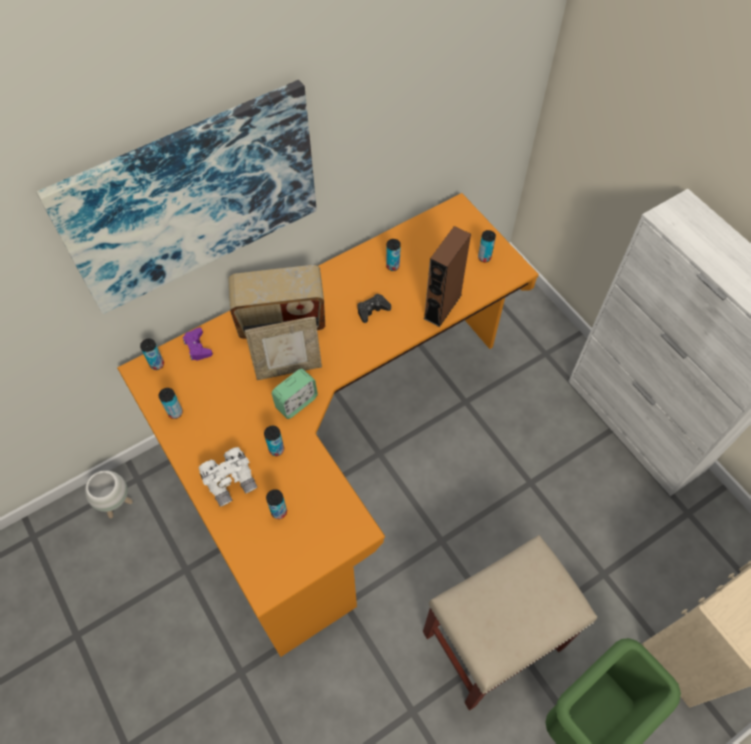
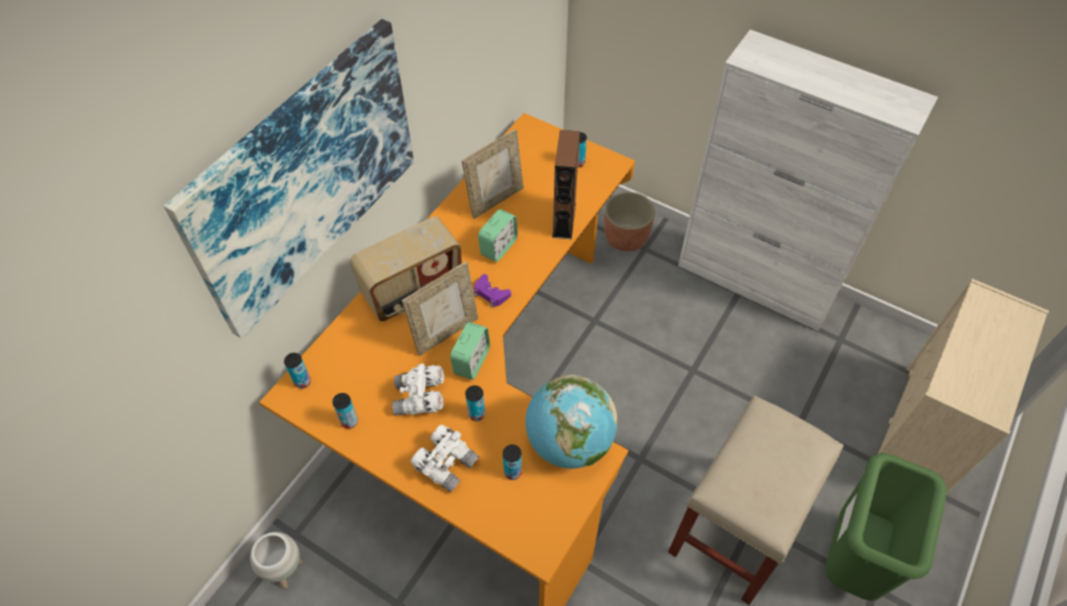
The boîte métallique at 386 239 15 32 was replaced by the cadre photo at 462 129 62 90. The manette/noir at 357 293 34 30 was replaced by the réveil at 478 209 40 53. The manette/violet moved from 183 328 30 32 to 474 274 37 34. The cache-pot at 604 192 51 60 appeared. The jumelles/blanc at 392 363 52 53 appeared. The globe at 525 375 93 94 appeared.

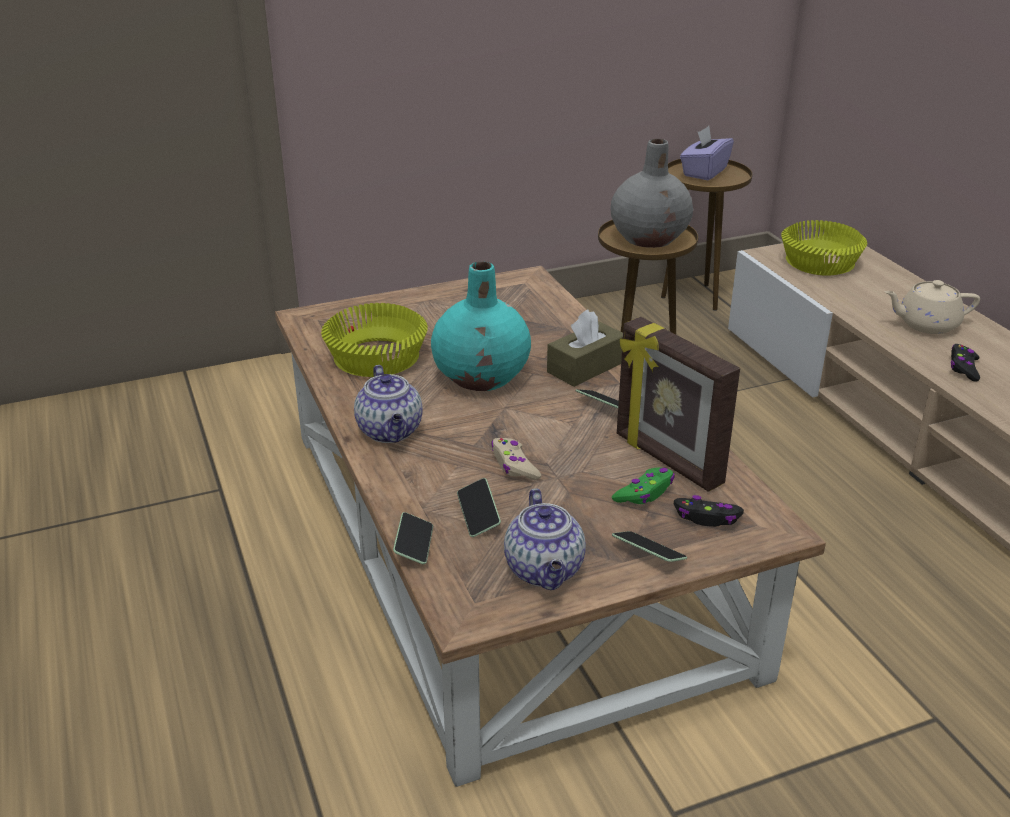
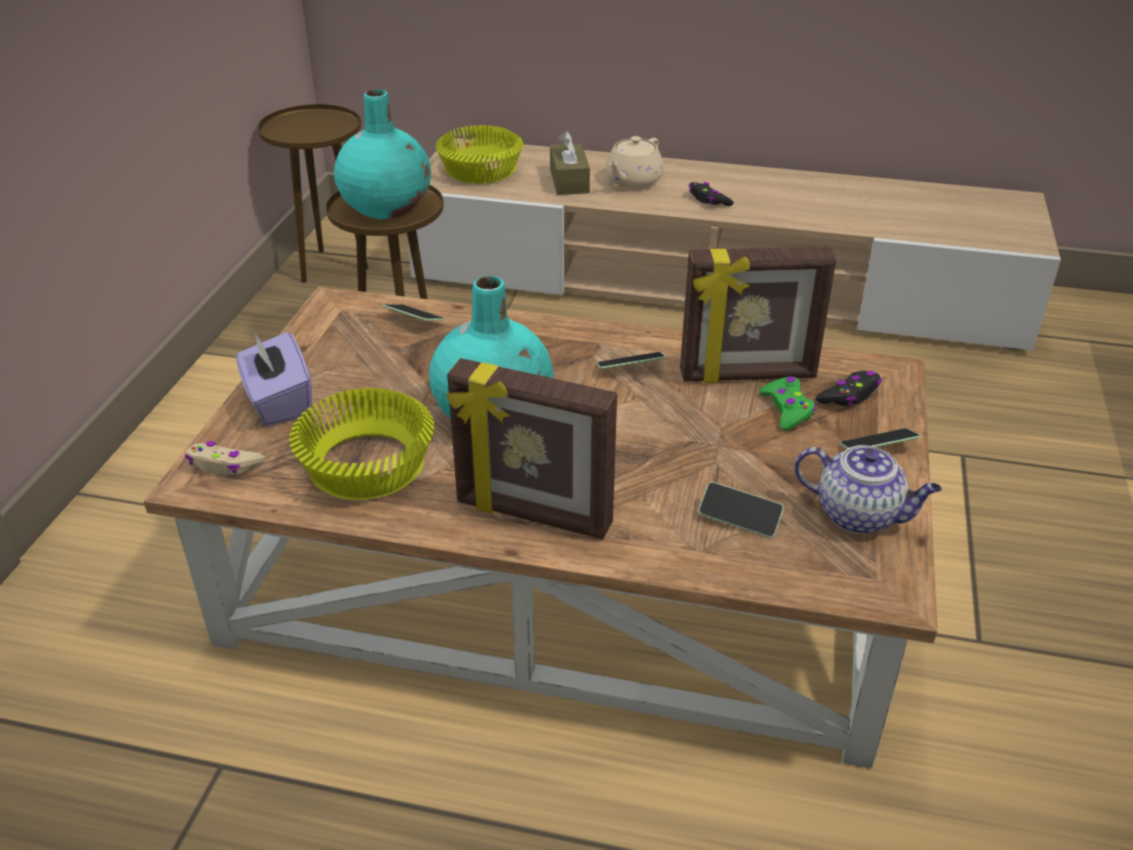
The boîte à mouchoirs/violet moved from 680 126 54 54 to 236 332 76 94. The vase/gris at 611 139 82 109 became the vase/turquoise at 334 89 97 130. The boîte à mouchoirs/marron moved from 547 309 76 78 to 550 131 40 64. The théière at 354 365 69 78 was replaced by the cadre photo at 447 358 170 182. The manette/beige moved from 491 438 50 42 to 185 441 80 34. The téléphone moved from 393 512 40 52 to 382 304 63 17.

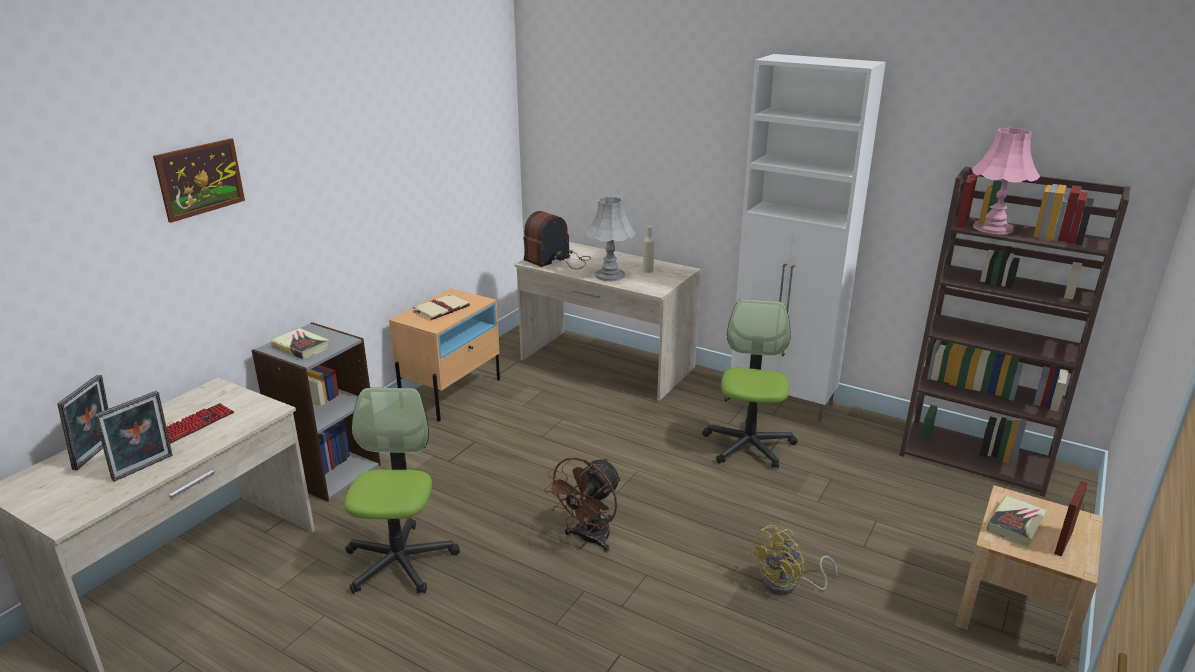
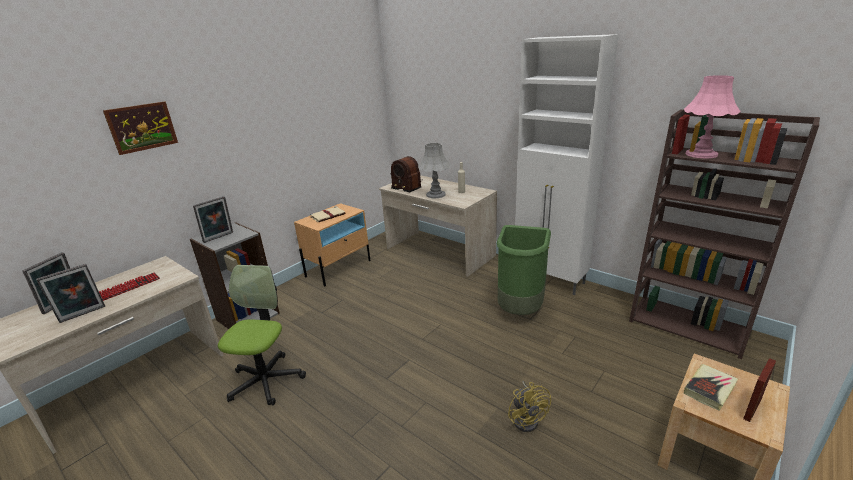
The radio at 523 211 68 58 turned 105 degrees counterclockwise. The chaise de bureau at 702 299 96 169 was replaced by the poubelle/vert at 497 225 54 90. The livre at 271 328 58 32 was replaced by the cadre photo at 193 196 40 47. The ventilateur/marron at 544 457 77 96 disappeared. The ventilateur/jaune at 749 525 89 70 turned 75 degrees counterclockwise.

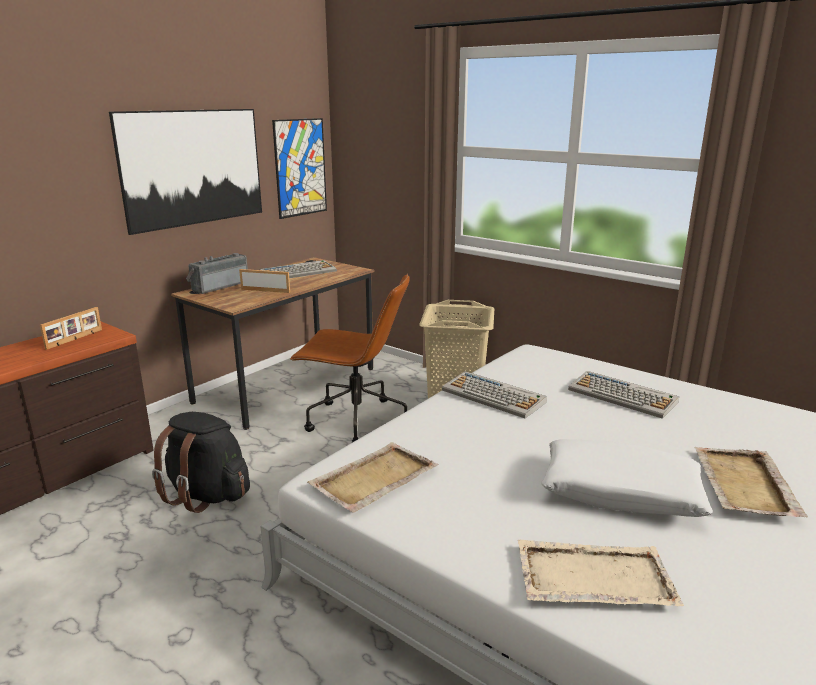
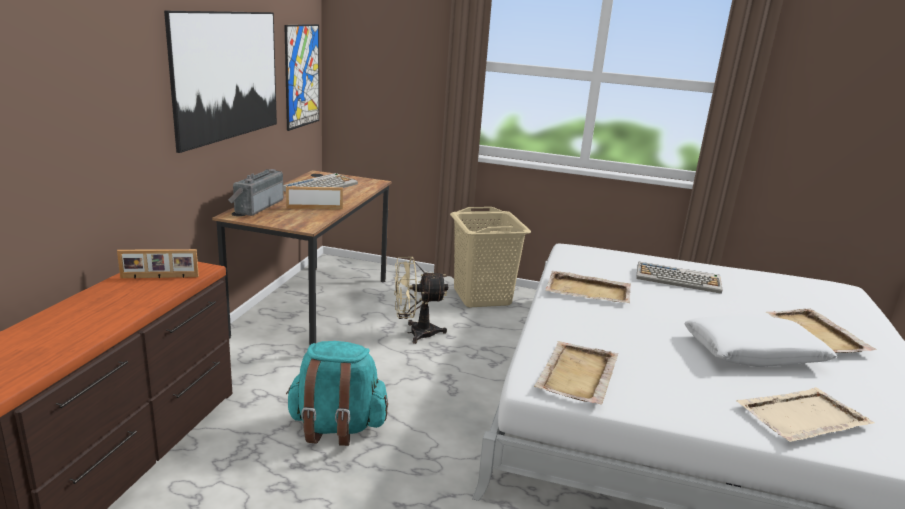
The chaise de bureau/marron at 290 274 120 168 was replaced by the ventilateur/beige at 394 257 54 87. The cadre photo at 40 307 62 43 turned 75 degrees clockwise. The clavier at 442 371 105 47 was replaced by the plateau/beige at 545 271 86 32. The sac à dos/noir at 152 412 98 101 became the sac à dos/turquoise at 286 341 102 105.

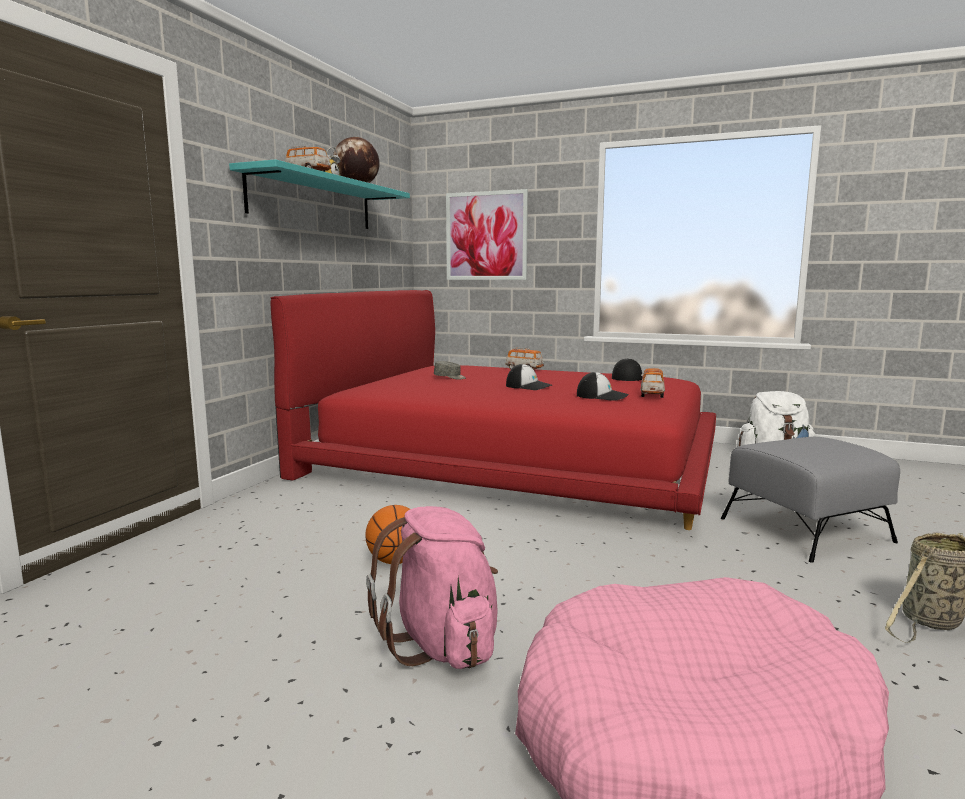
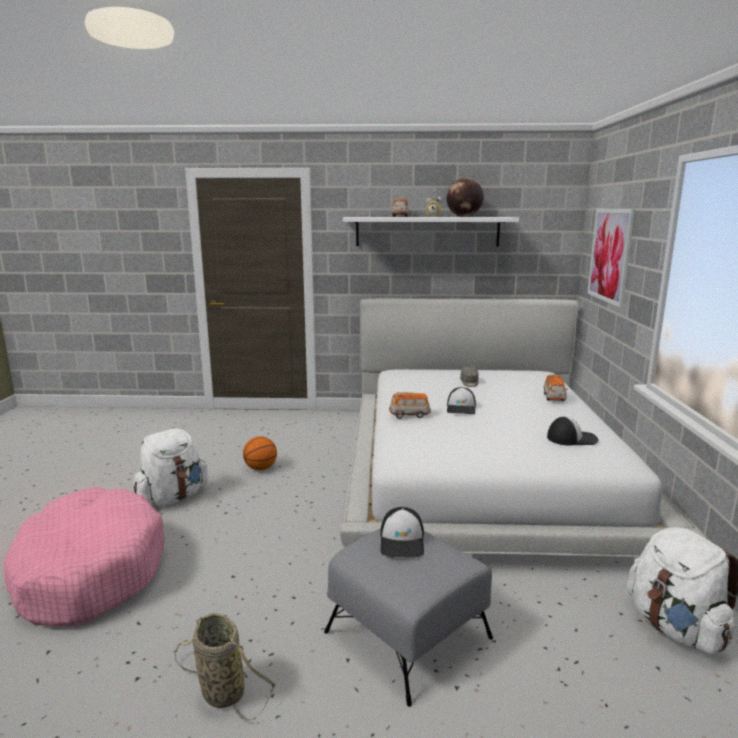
The étagère/turquoise at 229 159 181 70 became the étagère/blanc at 343 217 176 29. The lit/rouge at 271 290 445 240 became the lit/blanc at 340 298 366 259. The petite voiture moved from 640 368 25 30 to 389 392 42 27. The casquette moved from 577 372 52 29 to 380 507 44 51. The sac à dos/rose at 366 506 132 163 became the sac à dos/blanc at 133 429 76 76.

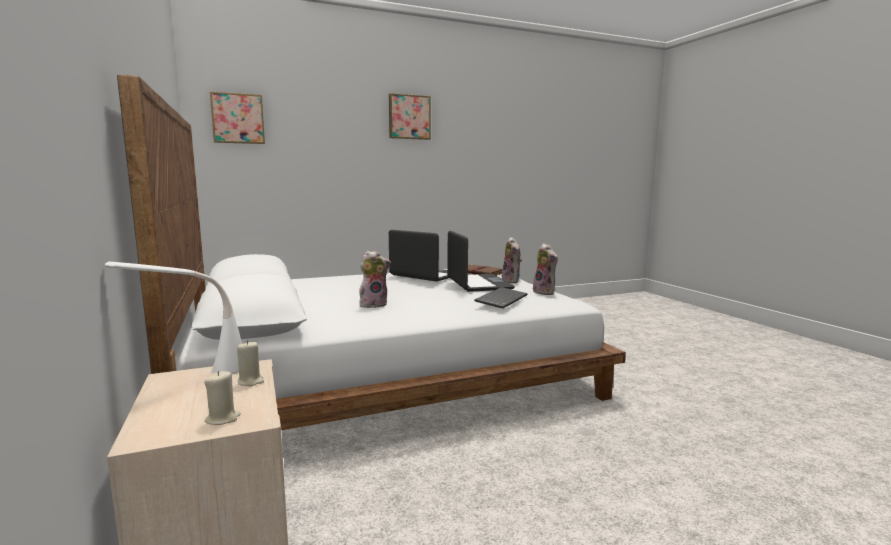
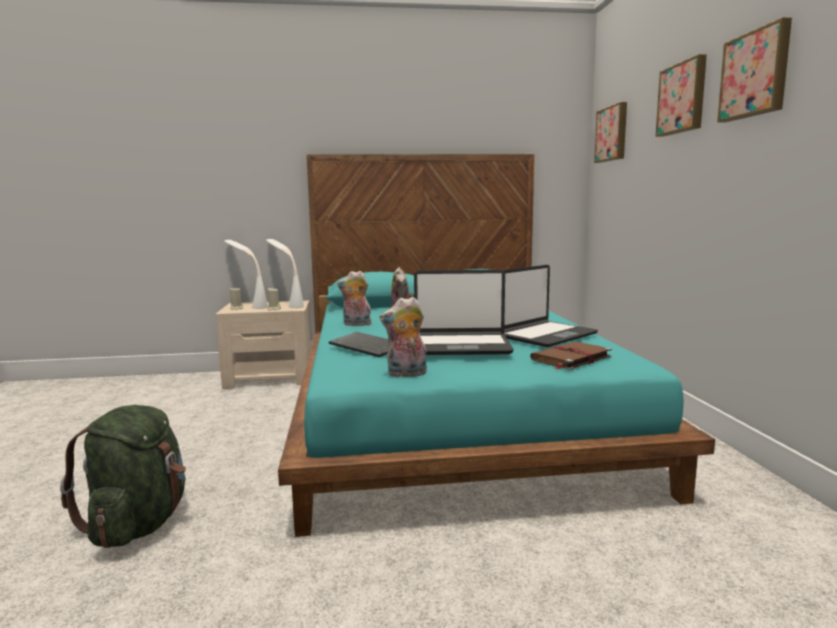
The lit/blanc at 117 75 509 355 became the lit/turquoise at 278 154 437 383. The peluche moved from 502 237 20 46 to 337 271 35 55. The tableau at 655 54 52 83 appeared. The lampe de table/blanc at 224 240 44 69 appeared. The sac à dos/vert at 60 405 126 143 appeared.

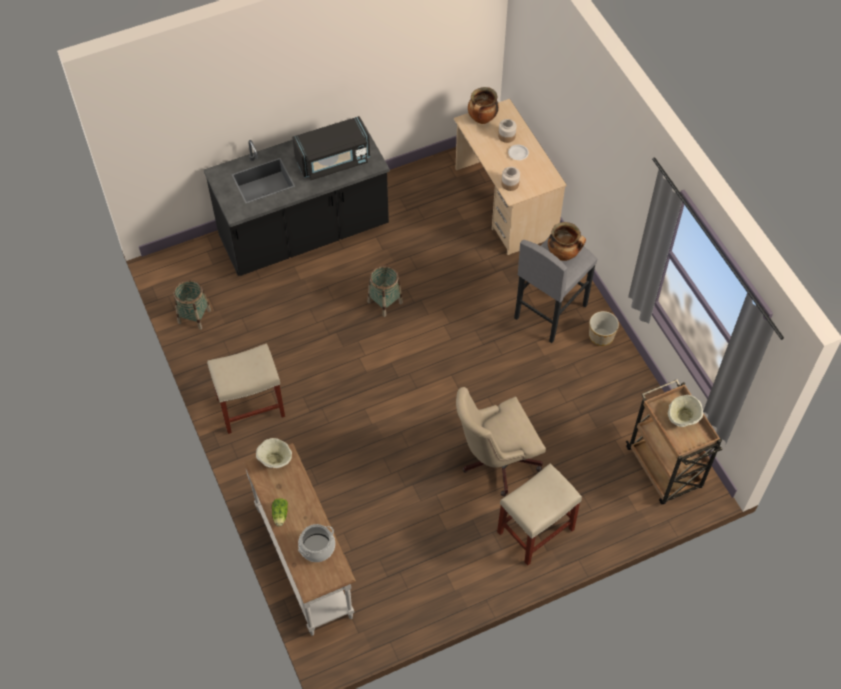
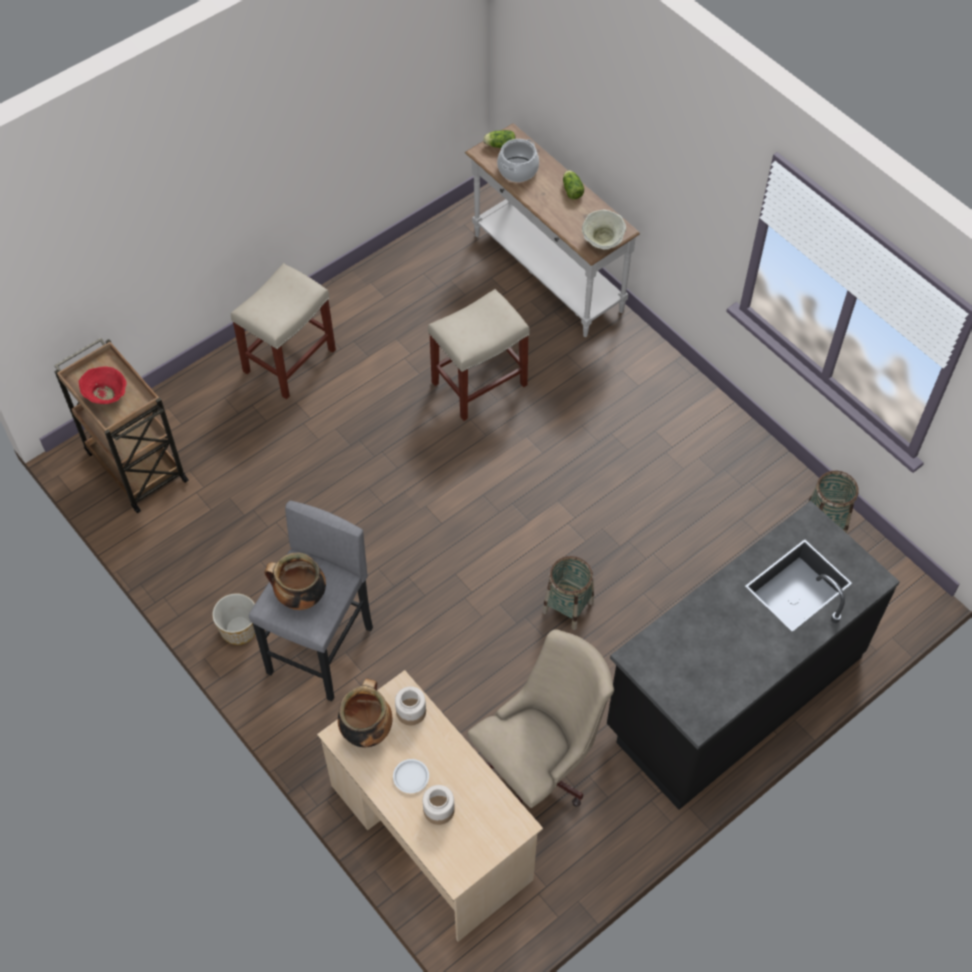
The marmite moved from 468 87 31 37 to 338 679 55 68. The micro-ondes/noir at 292 116 78 64 disappeared. The tabouret/beige moved from 207 344 78 90 to 428 289 102 132. The chaise de bureau/beige moved from 456 387 90 109 to 467 629 147 179. The bol/beige at 668 395 35 32 became the bol/rouge at 79 366 47 38. The laitue at 483 130 33 18 appeared.

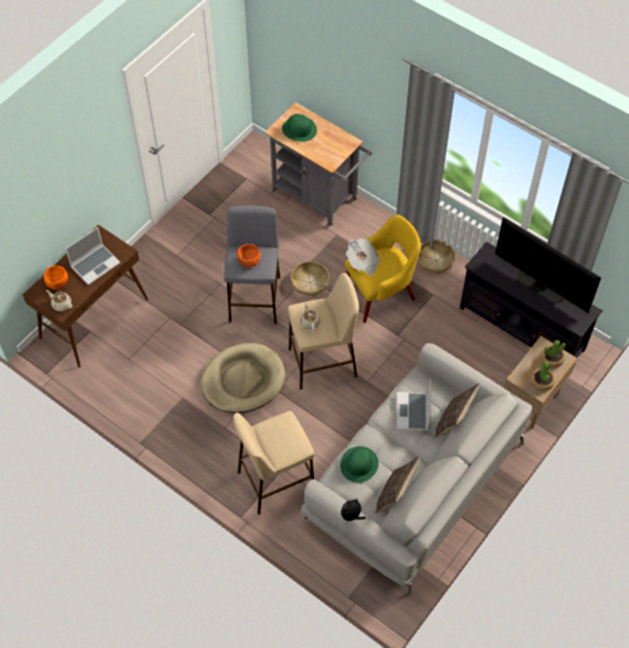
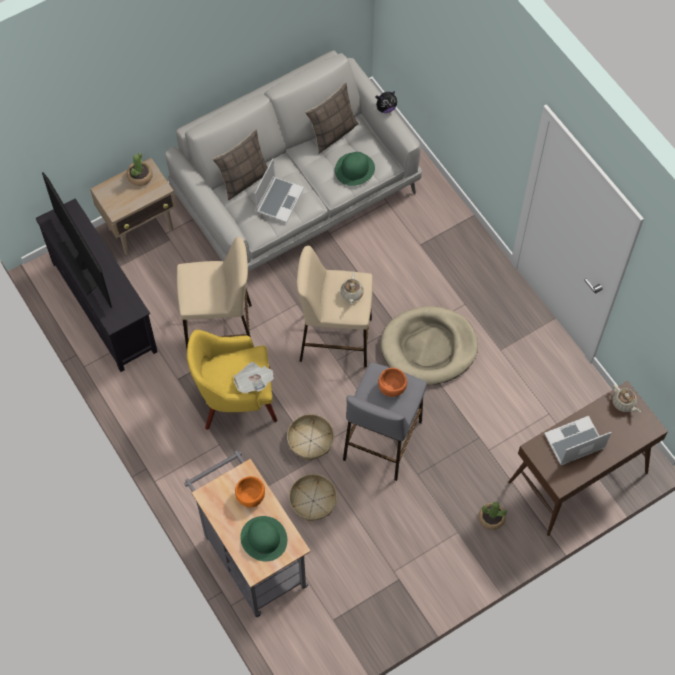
The panier moved from 418 239 38 36 to 289 474 48 47. The bol/orange moved from 44 266 24 24 to 235 476 30 32. The plante en pot moved from 541 340 25 28 to 479 502 28 28. The tabouret/beige moved from 233 411 81 104 to 177 237 75 112.

